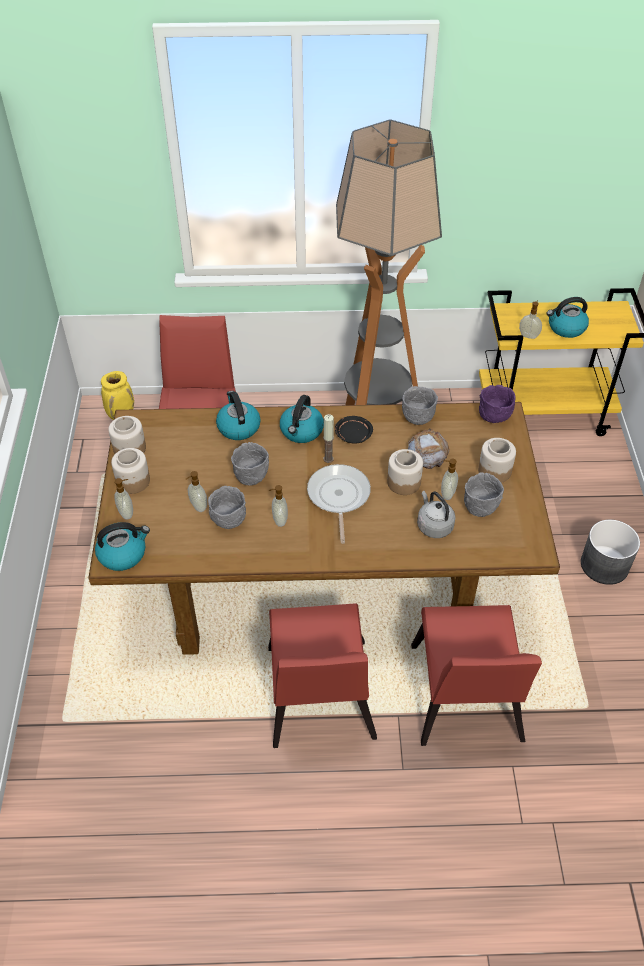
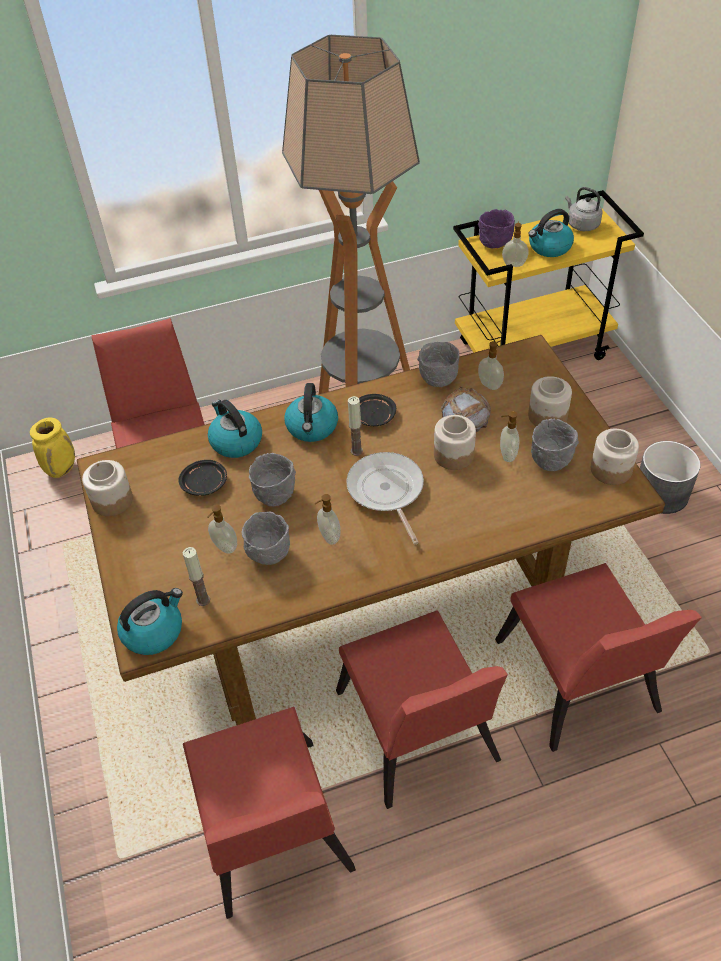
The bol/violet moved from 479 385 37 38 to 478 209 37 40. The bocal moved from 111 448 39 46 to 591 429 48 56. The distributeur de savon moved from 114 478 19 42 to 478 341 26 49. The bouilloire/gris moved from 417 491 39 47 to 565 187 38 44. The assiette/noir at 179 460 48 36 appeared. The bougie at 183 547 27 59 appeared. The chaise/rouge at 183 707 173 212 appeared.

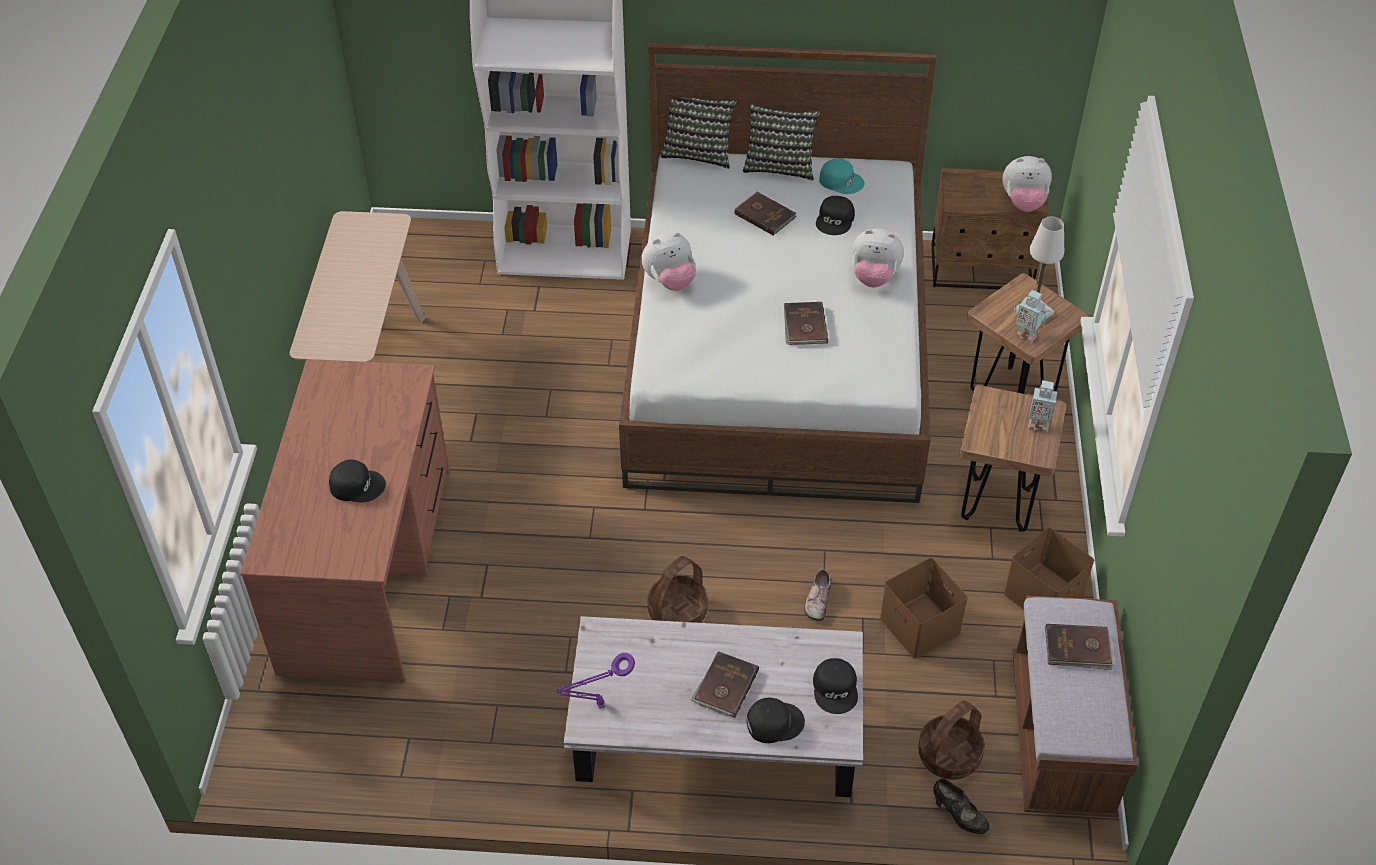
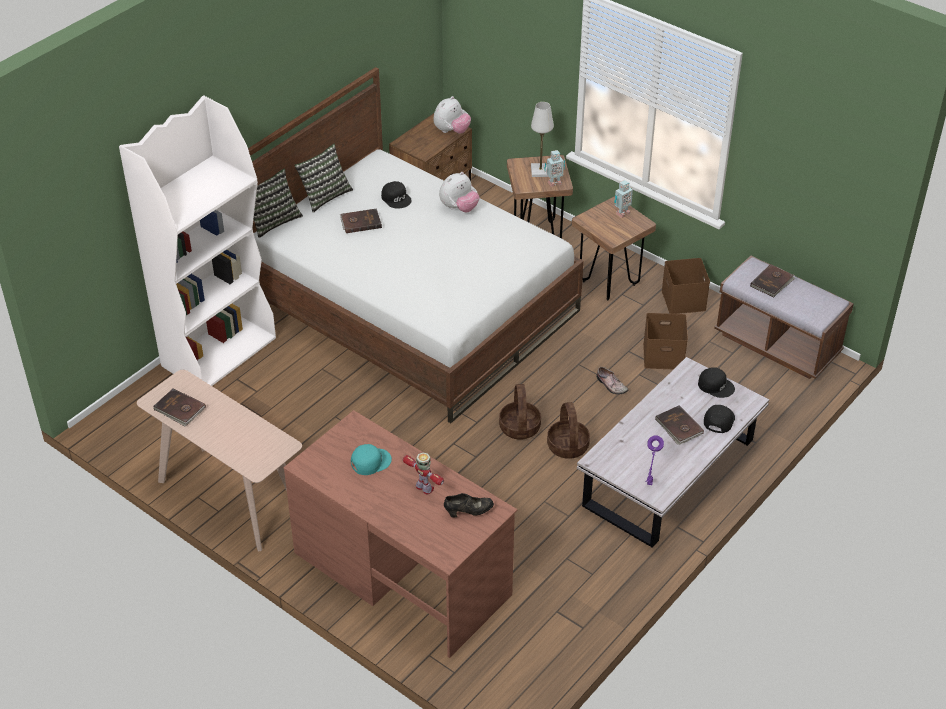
The casquette/turquoise moved from 819 158 46 36 to 351 444 41 31. The peluche at 642 232 54 59 disappeared. The livre/marron moved from 784 302 44 43 to 153 389 53 37. The casquette/noir at 329 460 57 42 was replaced by the robot jouet at 403 453 41 41. The panier moved from 918 700 67 80 to 499 384 42 56. The chaussure/noir moved from 933 778 57 56 to 444 493 50 25.

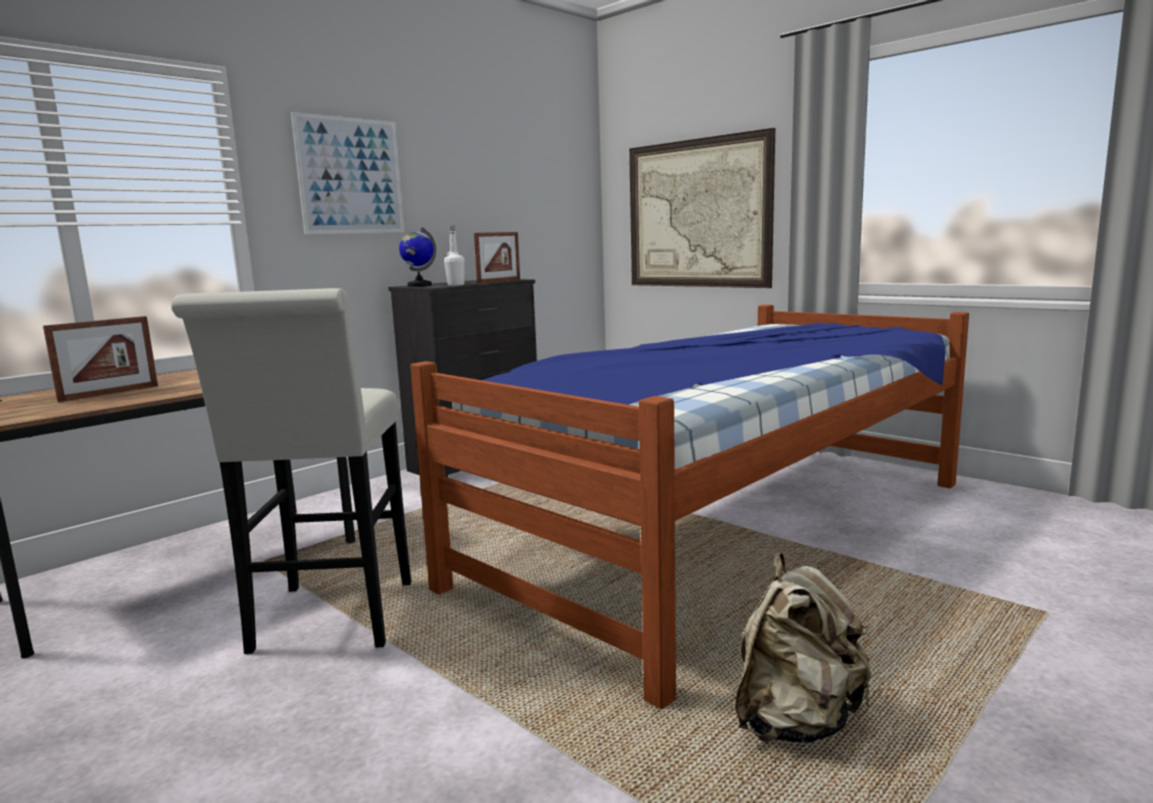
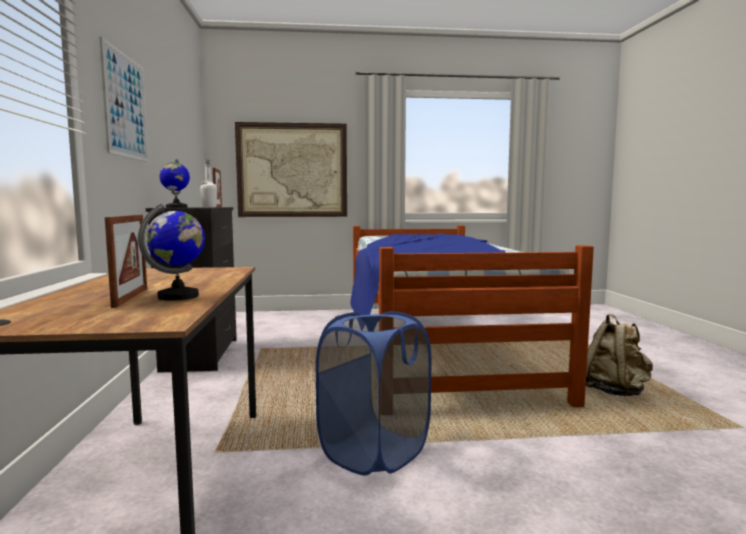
The tabouret/blanc at 171 288 241 366 was replaced by the panier à linge/bleu at 316 311 115 165. The globe at 138 204 67 97 appeared.

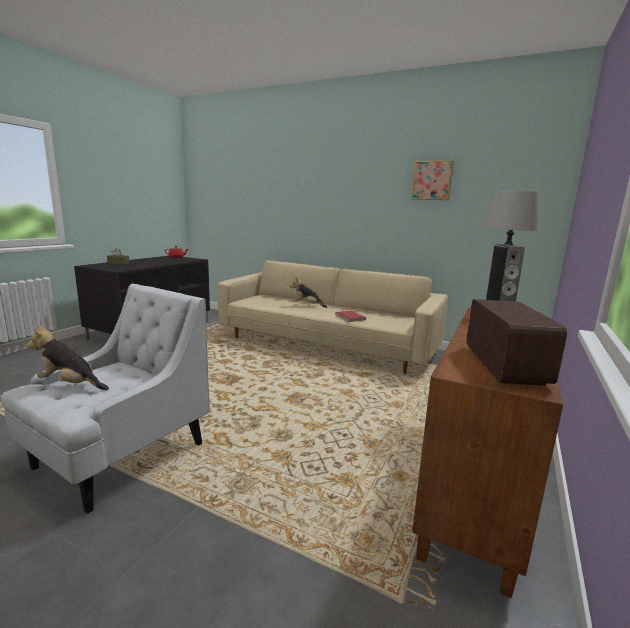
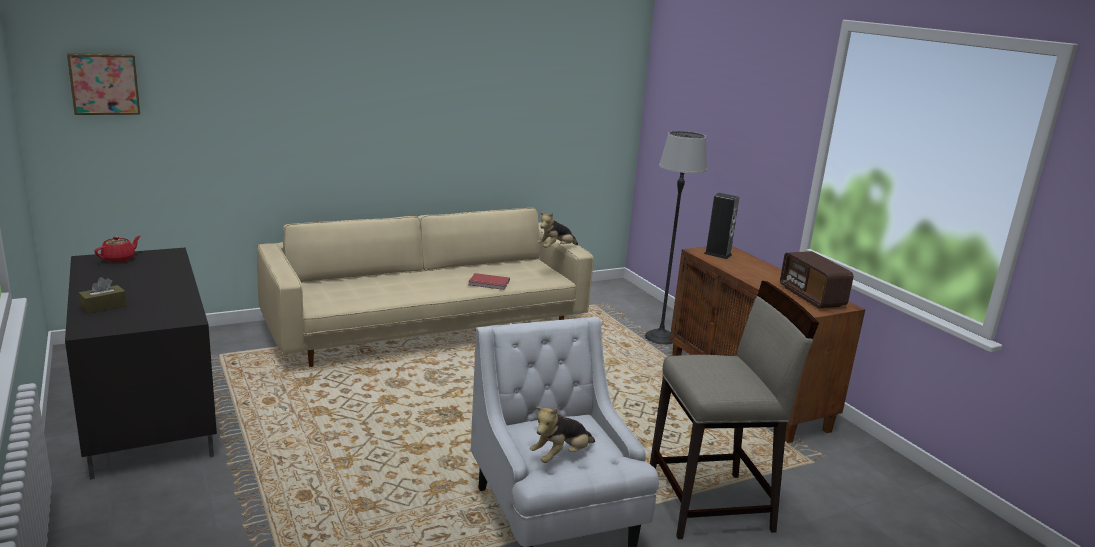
The tableau moved from 411 160 43 40 to 67 53 73 62. The peluche moved from 290 277 37 31 to 537 212 41 36. The radio at 467 299 100 87 turned 150 degrees counterclockwise. The tabouret/beige at 650 281 169 258 appeared.

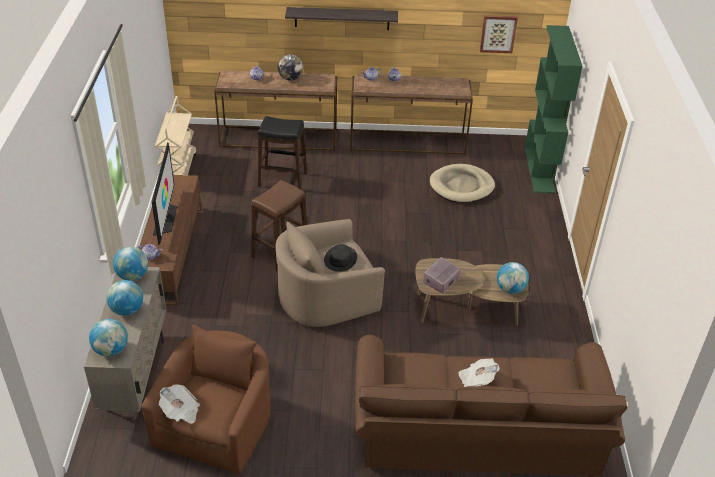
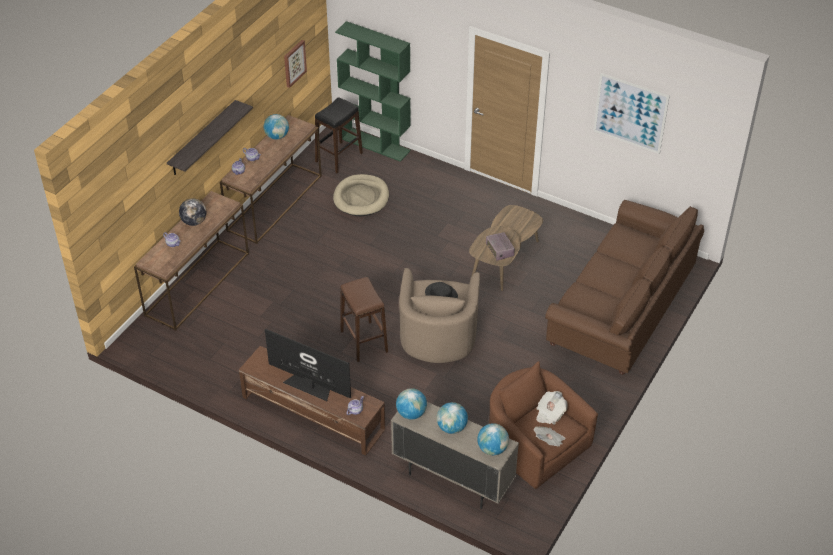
The chariot/beige at 155 96 41 79 disappeared. The tabouret/noir moved from 258 116 49 73 to 315 97 48 76. The globe moved from 497 262 32 32 to 264 114 25 26. The journal moved from 458 358 41 29 to 536 391 32 34. The tableau at 593 73 77 81 appeared.

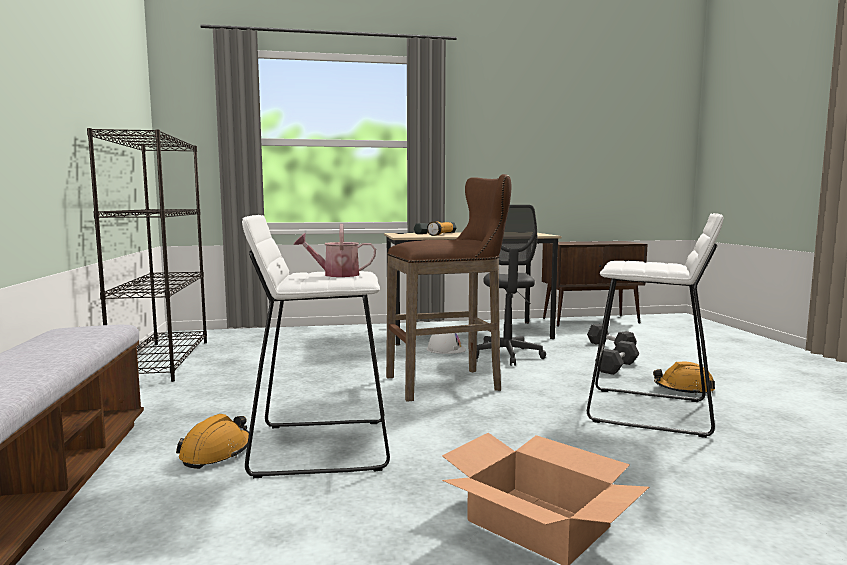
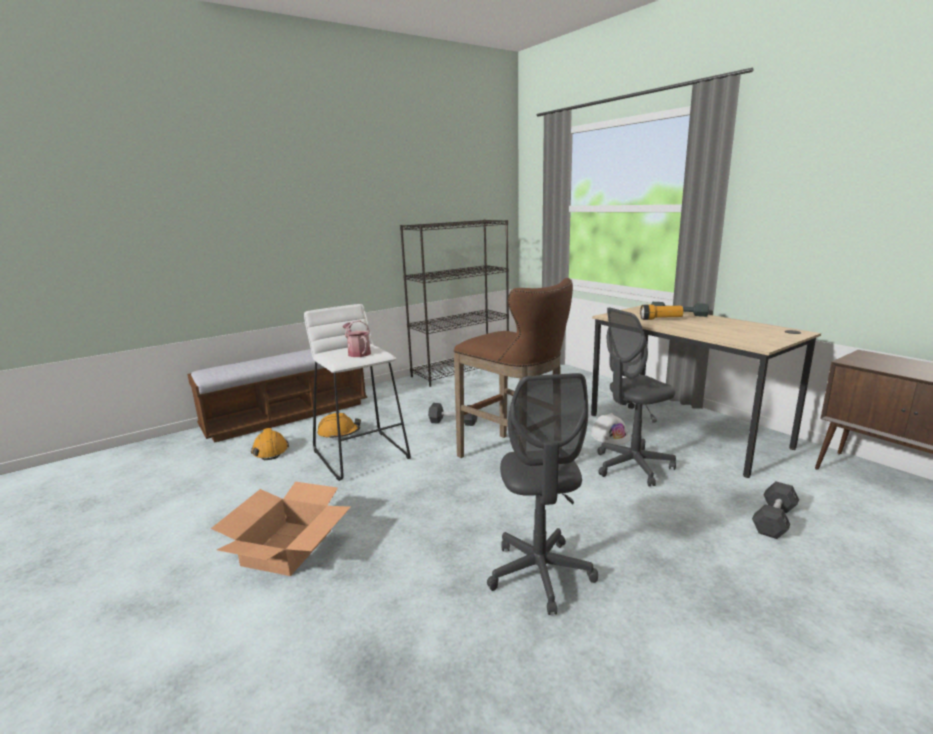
The tabouret/blanc at 587 213 137 225 was replaced by the chaise de bureau/gris at 487 373 111 242. The haltère/noir moved from 595 341 44 34 to 428 403 49 23. The casque de chantier/orange moved from 653 362 62 33 to 251 428 38 32.

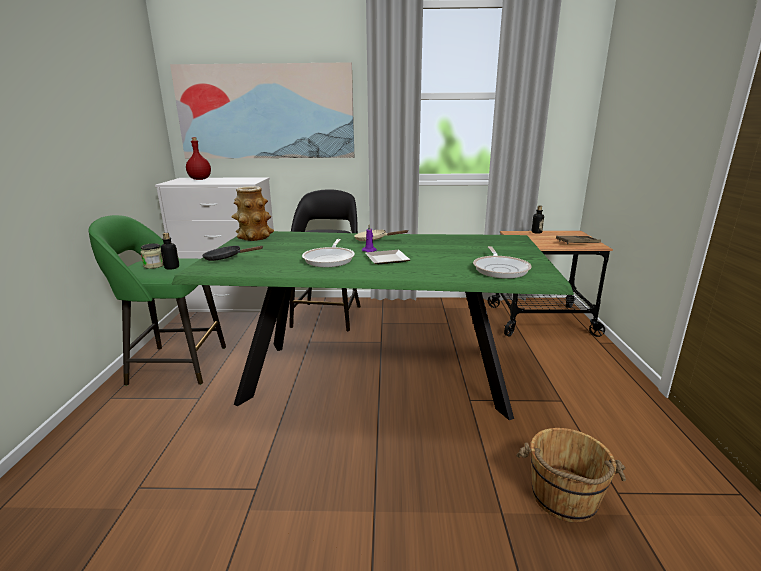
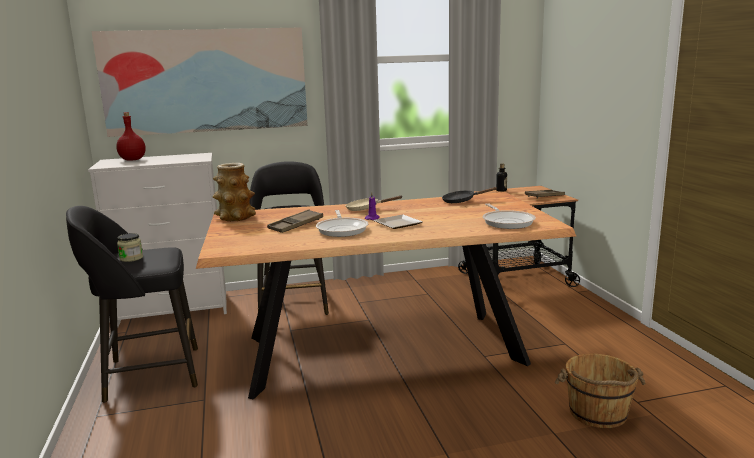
The tabouret/vert at 88 215 138 171 became the tabouret/noir at 66 206 132 197. The table à manger/vert at 172 231 402 189 became the table à manger/marron at 196 192 380 208. The bouteille at 161 233 18 37 disappeared. The poêle/noir moved from 202 246 61 15 to 442 187 56 16. The plateau/marron at 267 209 56 24 appeared.

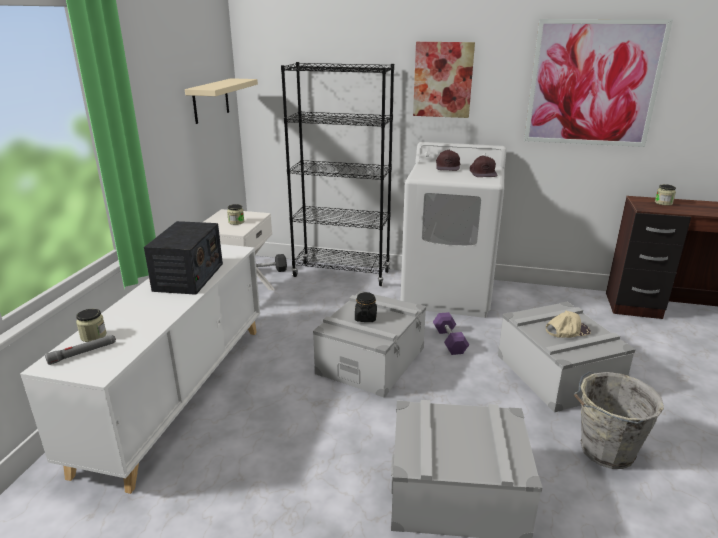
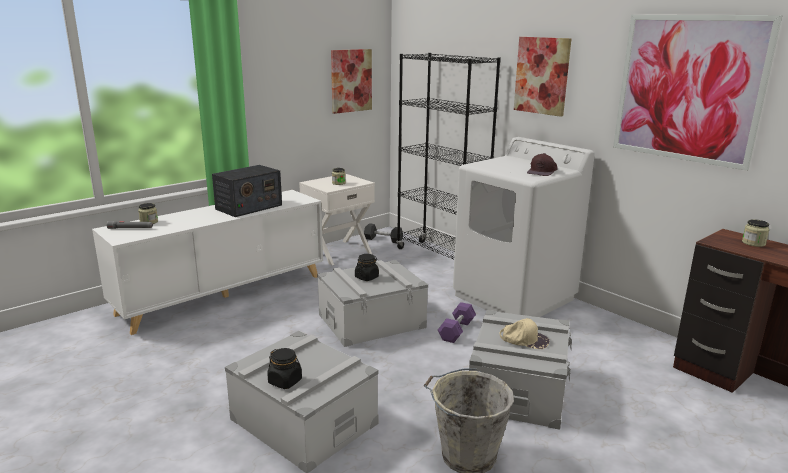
The étagère/beige at 185 78 73 46 was replaced by the tableau at 331 49 41 65. The casquette/marron at 436 150 24 21 disappeared. The bocal/noir at 267 348 35 41 appeared.

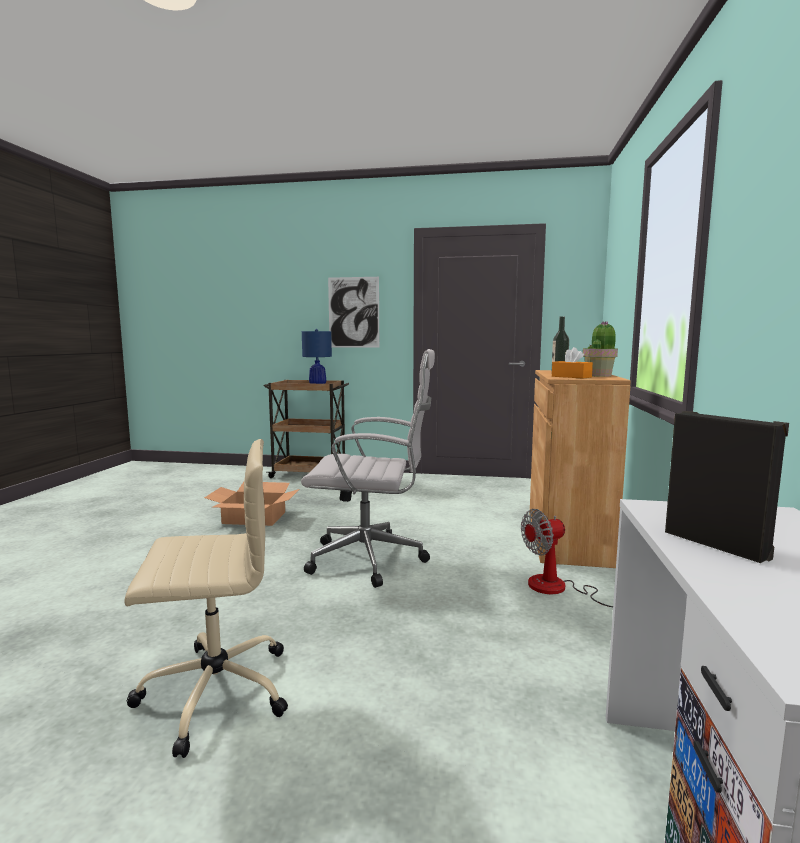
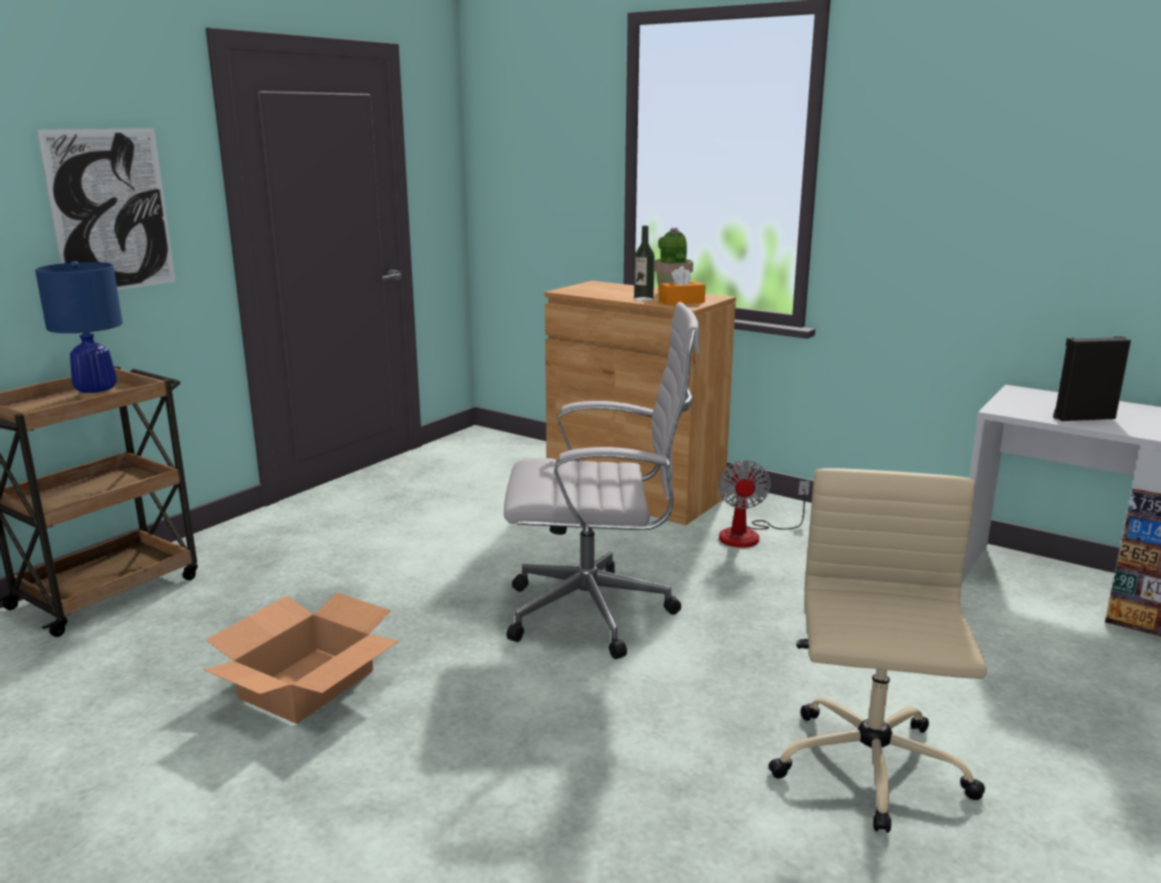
The chaise de bureau/blanc at 301 349 134 239 turned 60 degrees clockwise.

